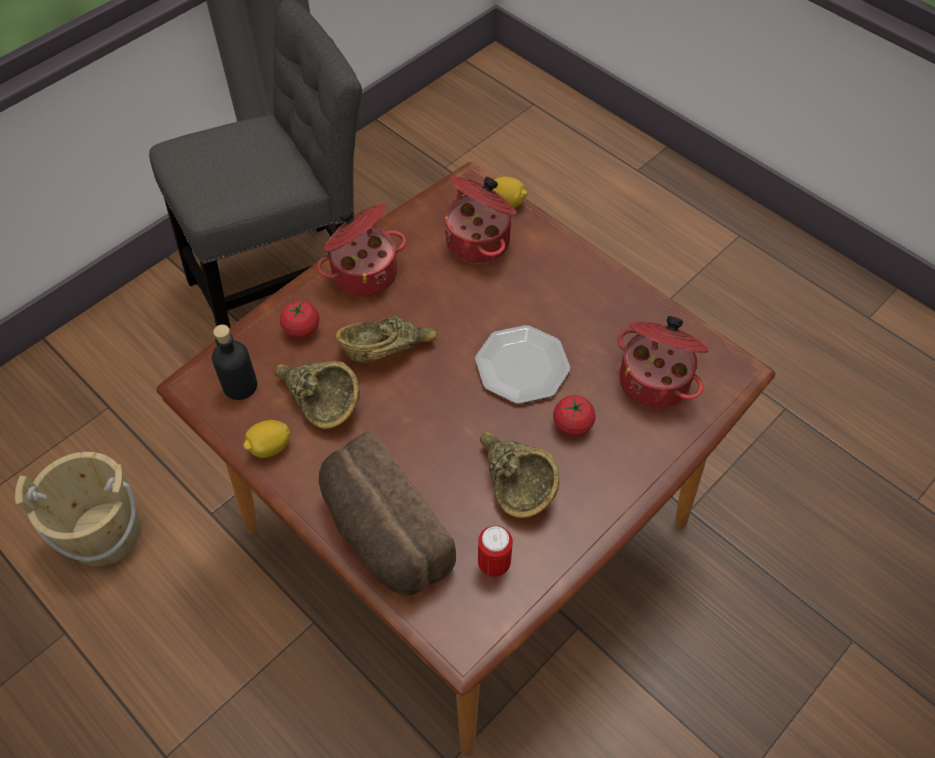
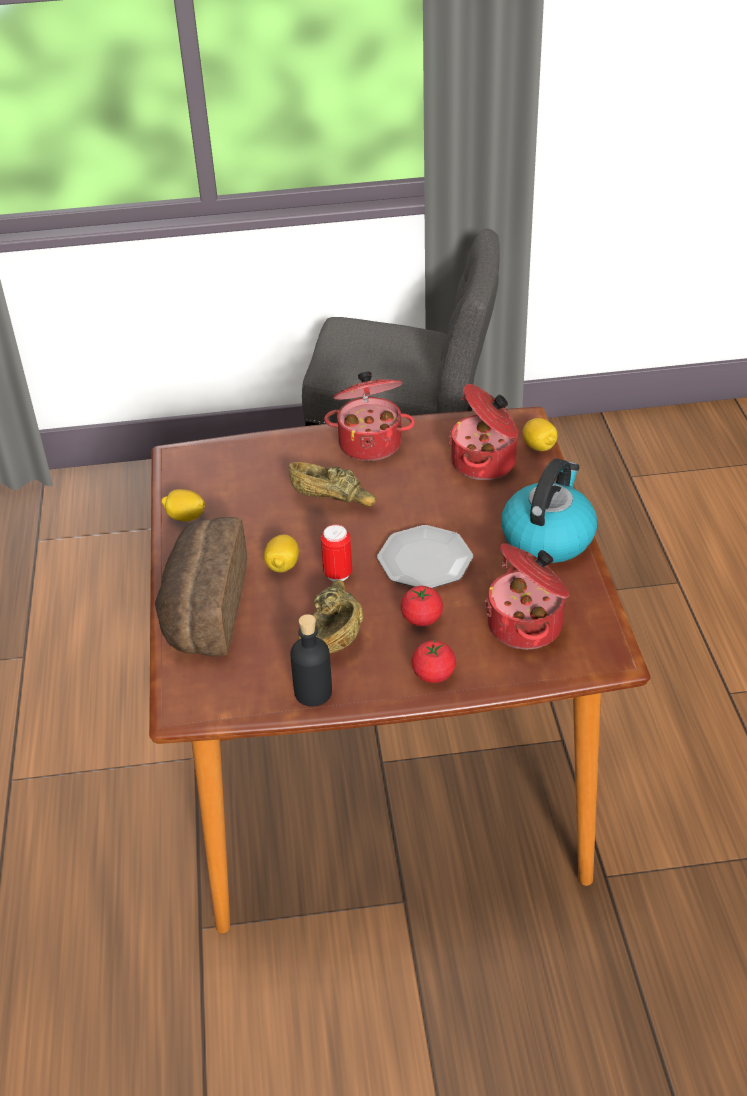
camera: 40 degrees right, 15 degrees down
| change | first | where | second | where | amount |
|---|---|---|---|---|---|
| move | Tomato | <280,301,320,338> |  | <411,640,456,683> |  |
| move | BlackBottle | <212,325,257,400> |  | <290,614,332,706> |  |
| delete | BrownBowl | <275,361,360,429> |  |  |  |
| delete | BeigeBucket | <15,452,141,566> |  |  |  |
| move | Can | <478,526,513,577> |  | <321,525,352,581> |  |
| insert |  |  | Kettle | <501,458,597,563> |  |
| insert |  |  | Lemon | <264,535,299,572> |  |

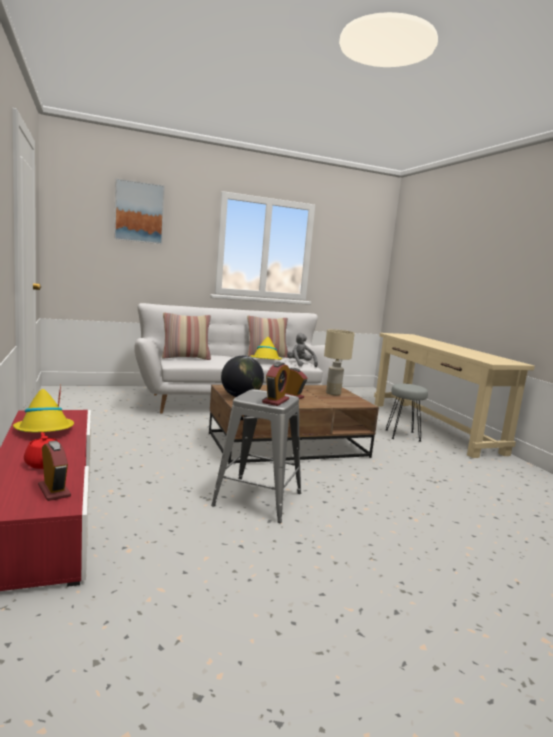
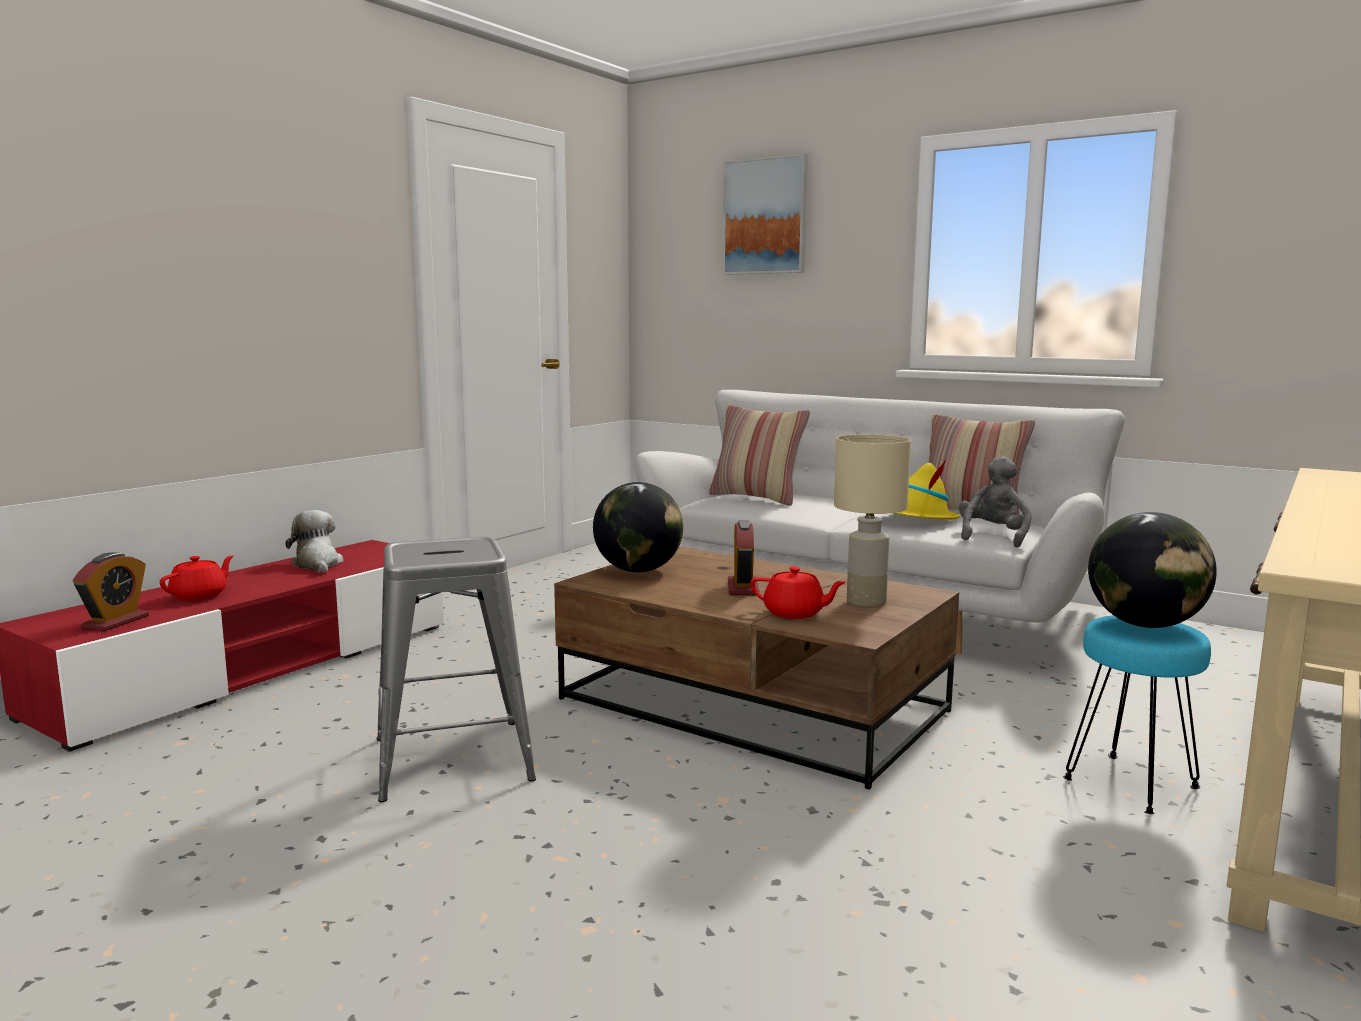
camera: 55 degrees right, 0 degrees up
| change | first | where | second | where | amount |
|---|---|---|---|---|---|
| delete | AlarmClock | <262,362,290,406> |  |  |  |
| recolor | GreyStool | <385,383,428,442> | TurquoiseStool | <1063,615,1211,814> |  |
| replace | YellowHat | <13,384,74,432> | PlushToy | <285,510,344,573> |  |
| insert |  |  | Globe | <1088,512,1217,628> |  |
| insert |  |  | RedTeapot | <750,567,846,619> |  |

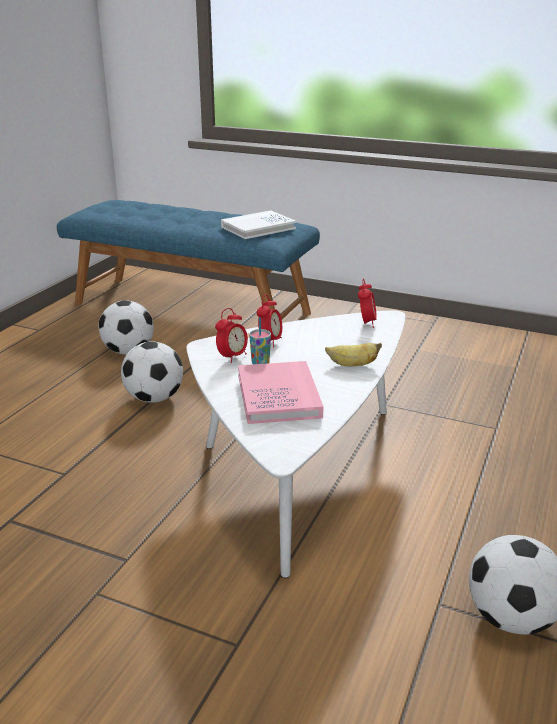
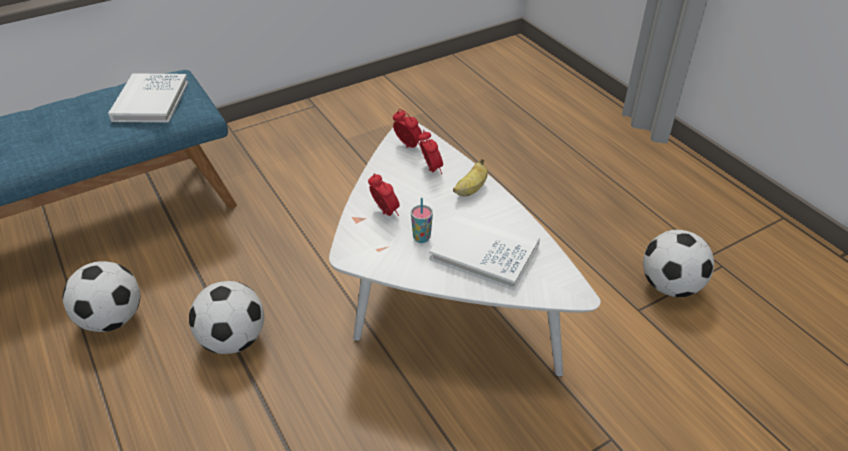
camera: 55 degrees left, 15 degrees up
| change | first | where | second | where | amount |
|---|---|---|---|---|---|
| move | AlarmClock | <215,308,248,363> |  | <418,130,443,174> |  |
| recolor | PinkBook | <238,361,324,424> | WhiteBook | <430,210,540,290> |  |

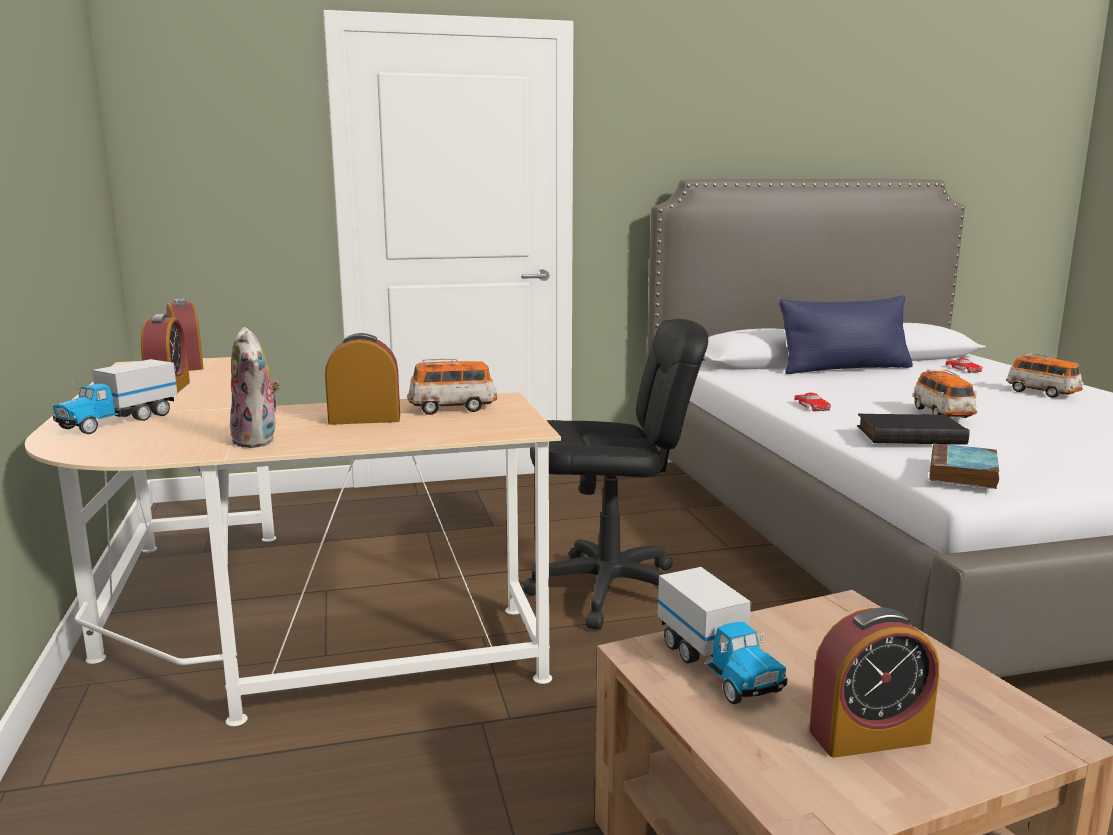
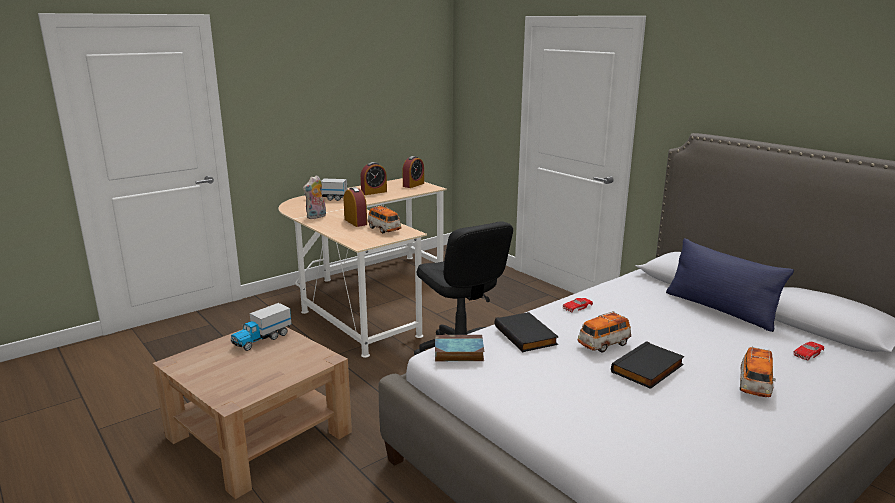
camera: 65 degrees right, 5 degrees up
| change | first | where | second | where | amount |
|---|---|---|---|---|---|
| delete | AlarmClock | <809,608,939,758> |  |  |  |
| insert |  |  | BlackBook | <611,341,685,389> |  |

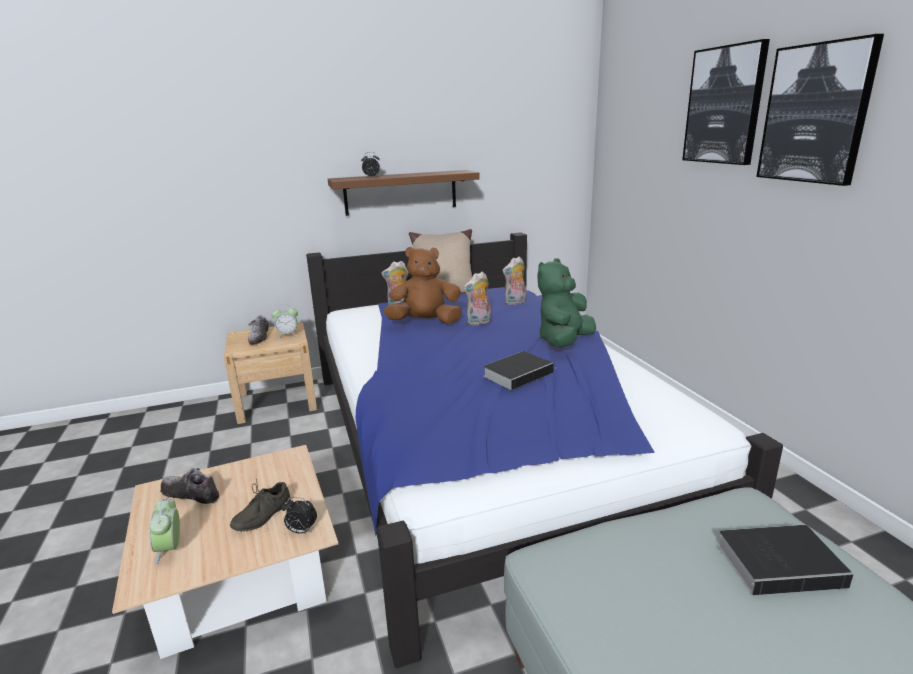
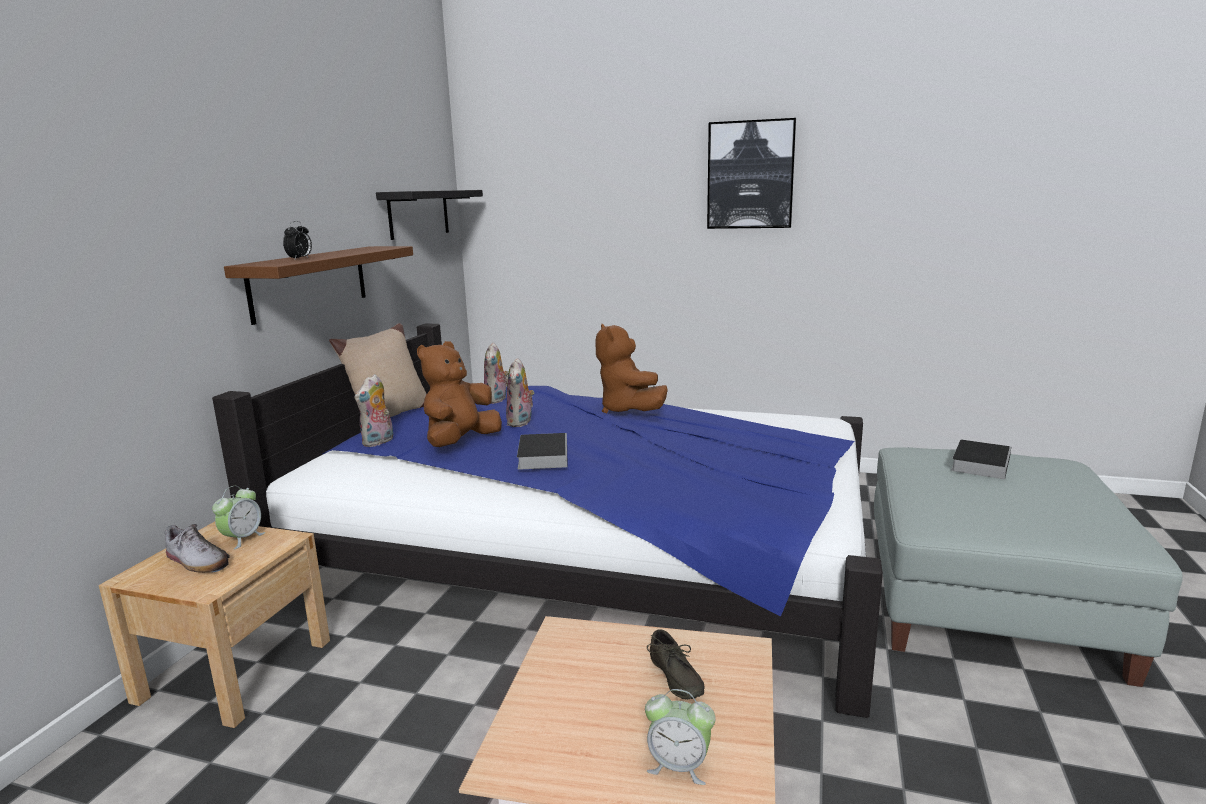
camera: 55 degrees left, 5 degrees down
| change | first | where | second | where | amount |
|---|---|---|---|---|---|
| delete | Picture | <682,39,770,165> |  |  |  |
| recolor | GreenPlushToy | <537,258,596,347> | BrownPlushToy | <595,324,668,413> |  |
| move | Book | <483,351,558,390> |  | <517,433,568,470> |  |
| delete | Shoe | <160,468,220,504> |  |  |  |
| delete | AlarmClock | <282,497,317,534> |  |  |  |
| insert |  |  | BlackShelf | <376,190,483,240> |  |

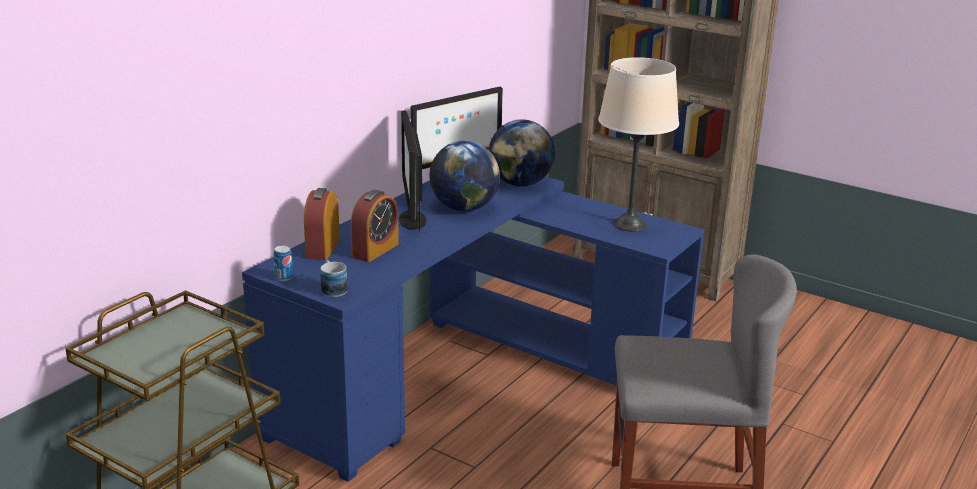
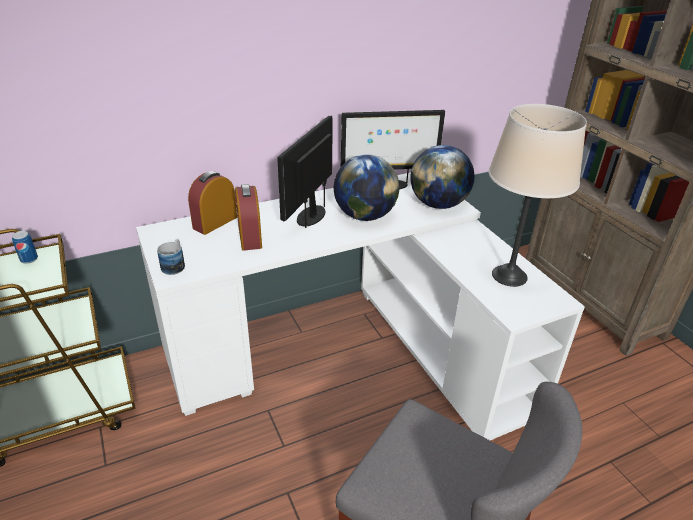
camera: 30 degrees right, 10 degrees up
| change | first | where | second | where | amount |
|---|---|---|---|---|---|
| recolor | BlueDesk | <242,177,704,482> | WhiteDesk | <136,173,585,440> |  |
| rotate | AlarmClock | <351,190,399,262> |  | <235,184,262,251> | 105 degrees clockwise |
| move | Can | <274,245,293,281> |  | <12,231,38,264> |  |

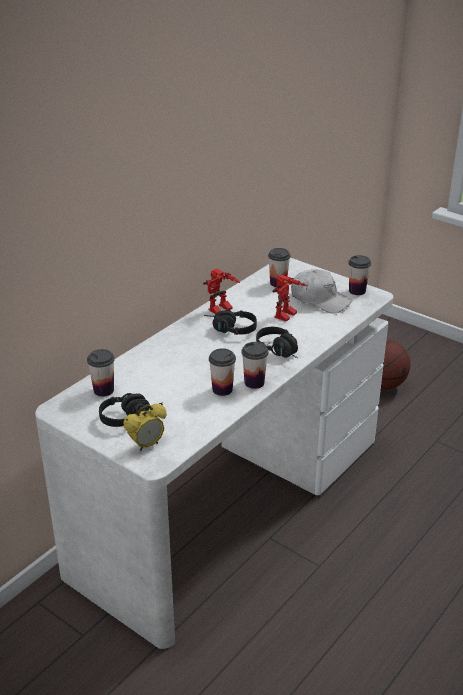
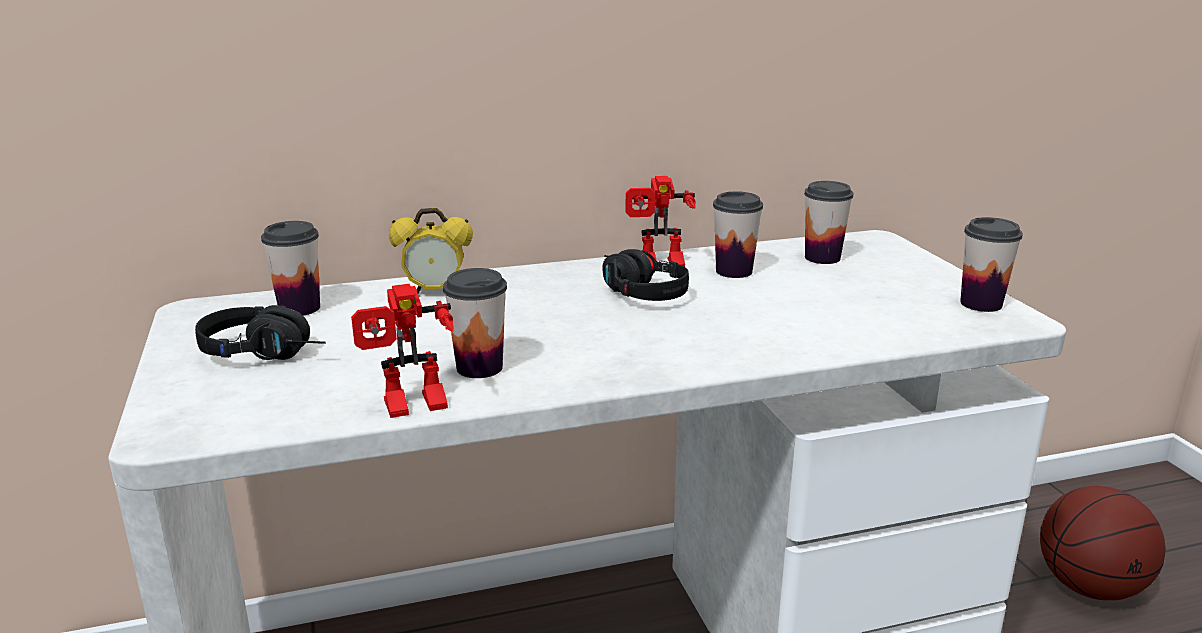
camera: 35 degrees right, 10 degrees down
| change | first | where | second | where | amount |
|---|---|---|---|---|---|
| delete | WhiteCap | <291,269,352,314> |  |  |  |
| move | ToyRobot | <272,275,307,322> |  | <351,284,454,418> |  |
| delete | BlackHeadphones | <256,327,298,358> |  |  |  |
| move | Cup | <242,342,268,389> |  | <713,191,763,278> |  |
| move | AlarmClock | <123,404,166,451> |  | <389,208,473,294> |  |

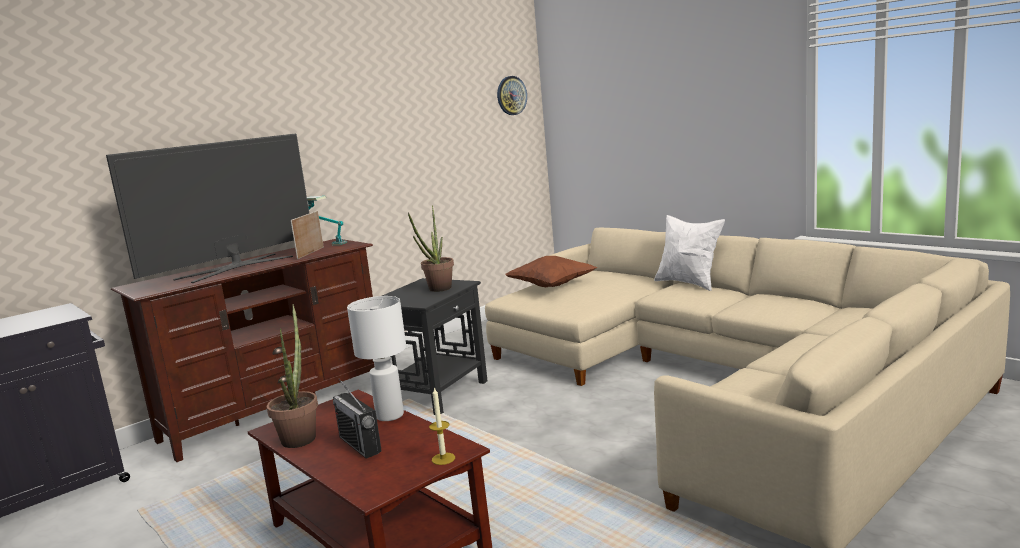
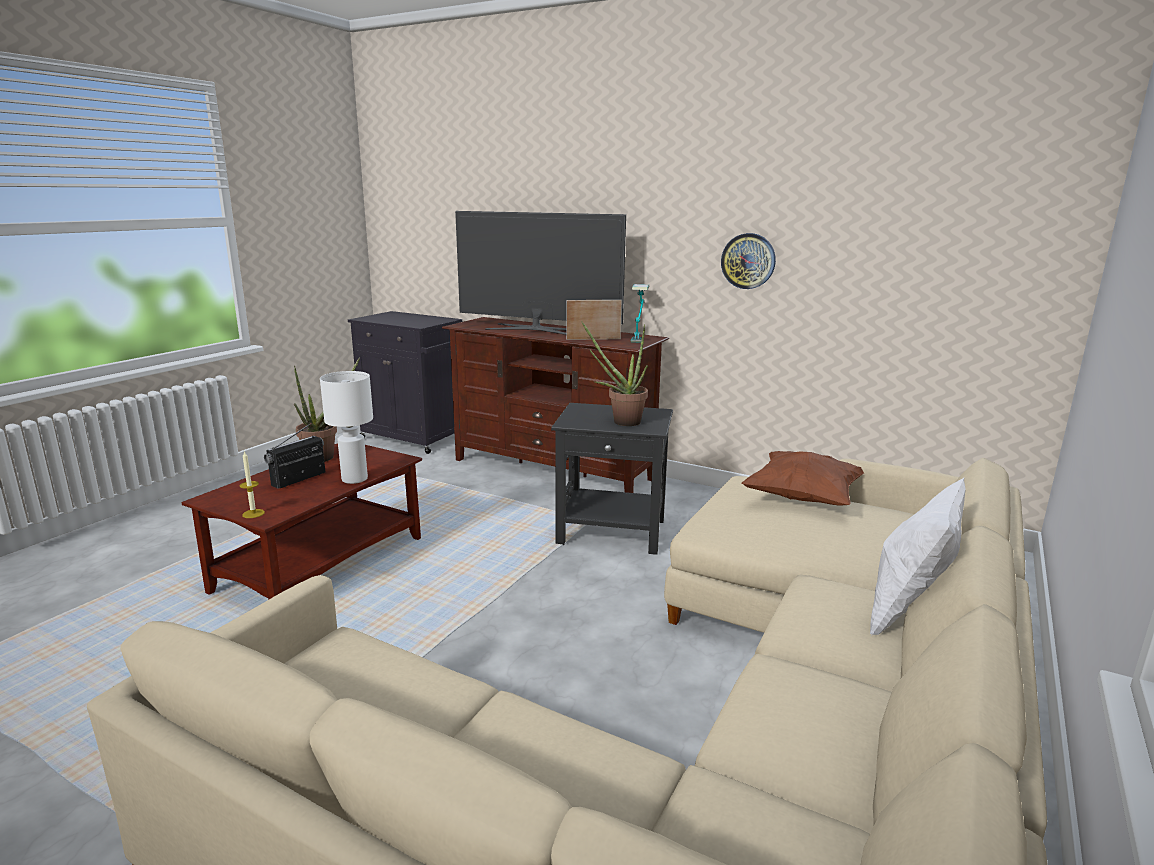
camera: 70 degrees right, 5 degrees up
| change | first | where | second | where | amount |
|---|---|---|---|---|---|
| move | WallClock | <497,76,527,115> |  | <721,233,776,289> |  |

